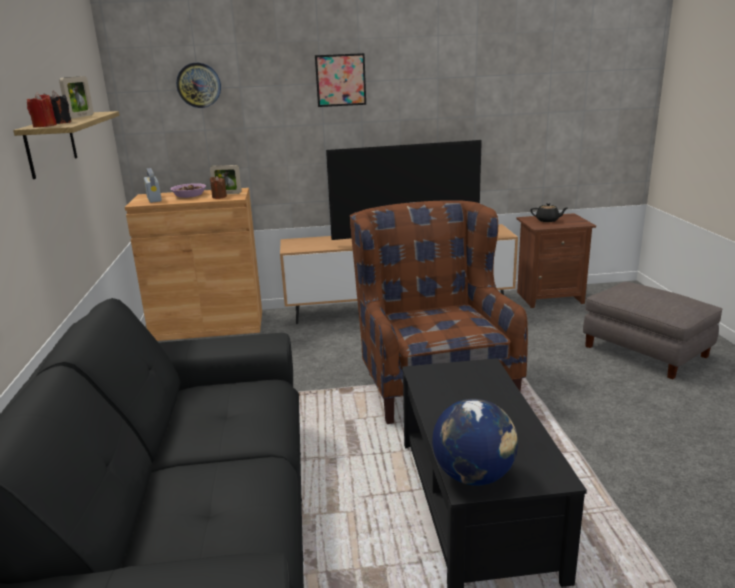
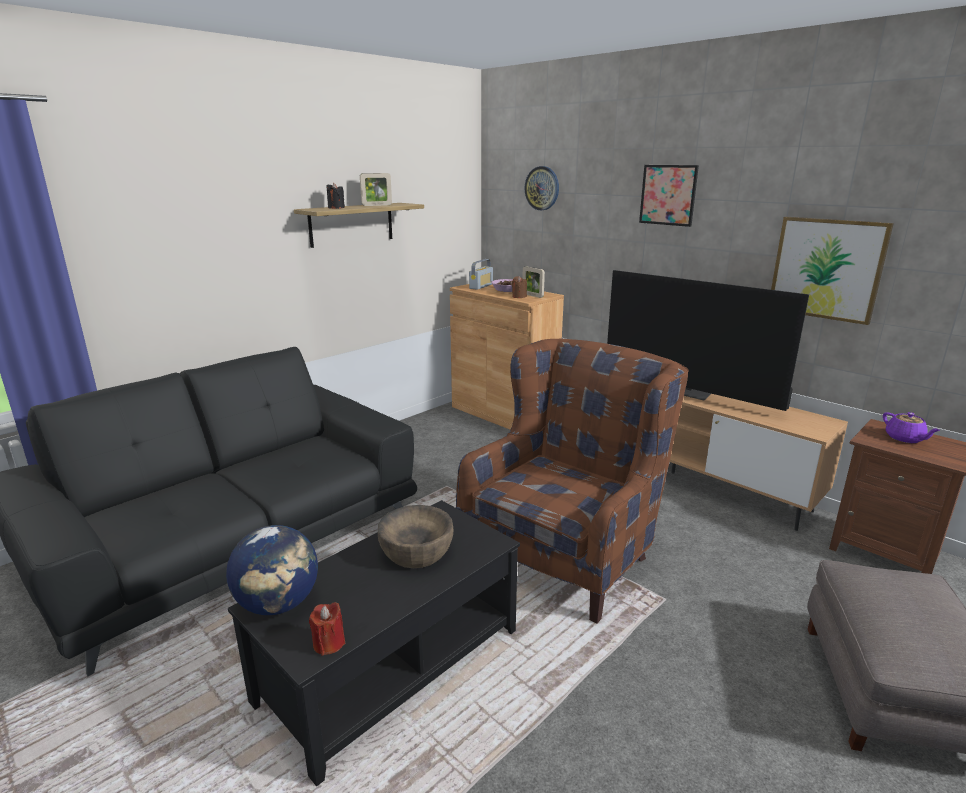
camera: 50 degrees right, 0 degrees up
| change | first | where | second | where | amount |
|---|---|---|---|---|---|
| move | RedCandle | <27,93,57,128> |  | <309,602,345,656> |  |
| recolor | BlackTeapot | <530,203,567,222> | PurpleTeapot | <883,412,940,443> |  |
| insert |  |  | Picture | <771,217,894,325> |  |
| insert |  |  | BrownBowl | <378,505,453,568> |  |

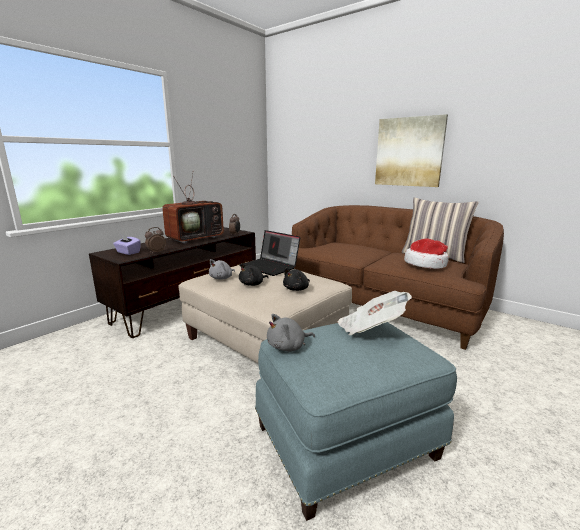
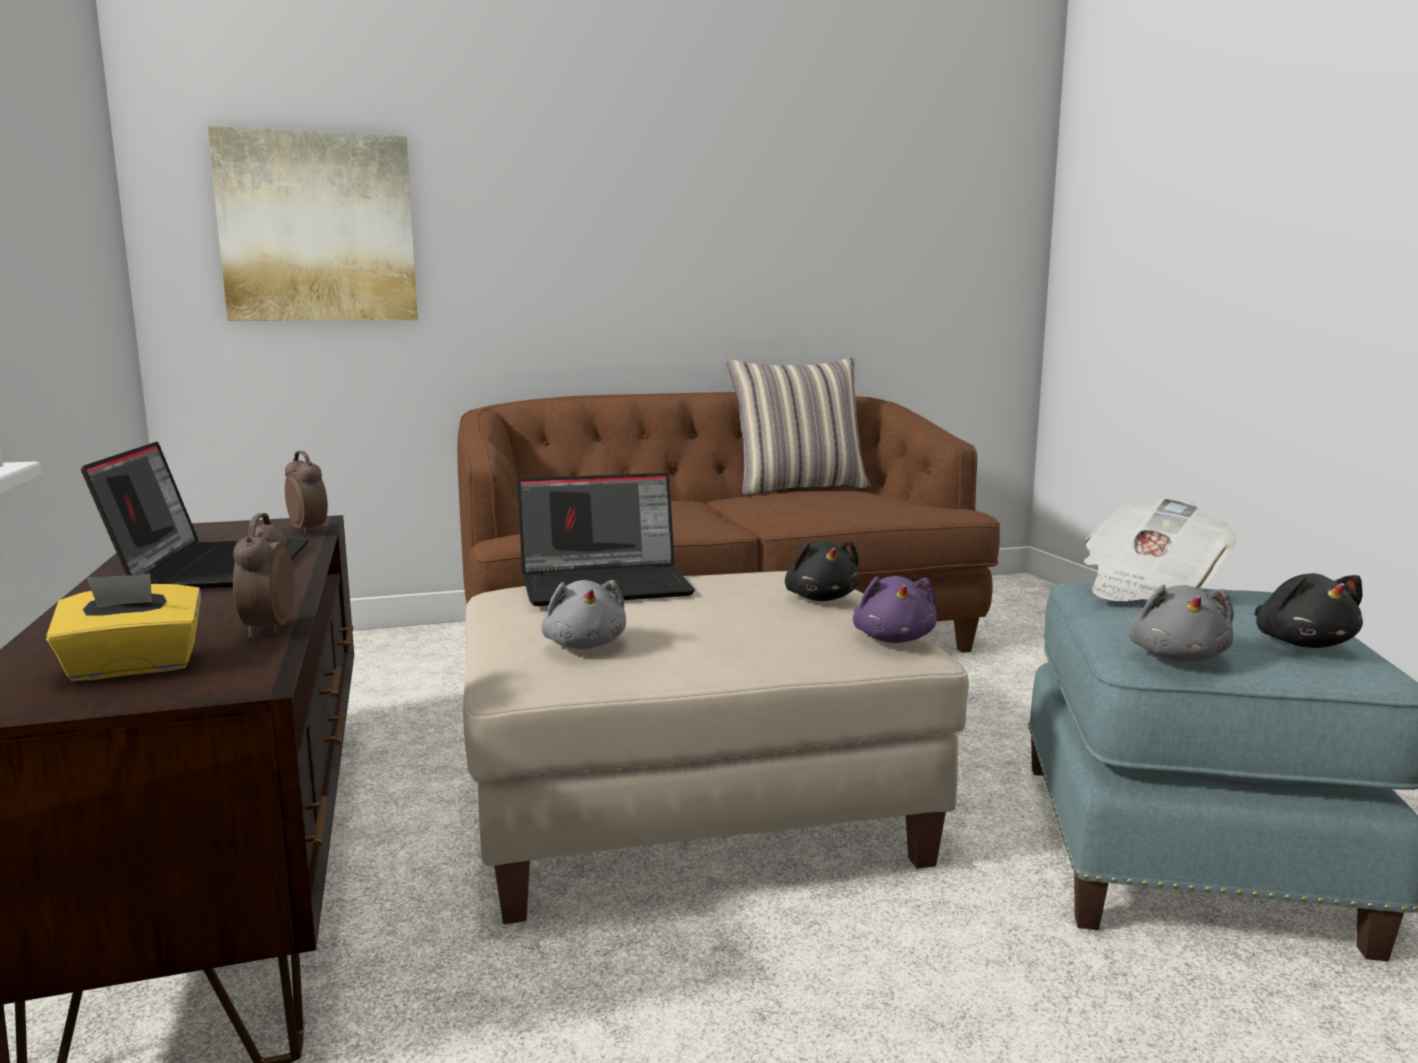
camera: 55 degrees left, 5 degrees down
| change | first | where | second | where | amount |
|---|---|---|---|---|---|
| move | Picture | <375,114,448,187> |  | <208,126,418,321> |  |
| replace | Television | <162,174,224,244> | Laptop | <81,442,309,589> |  |
| recolor | PurpleTissueBox | <113,234,141,255> | YellowTissueBox | <46,573,201,681> |  |
| delete | Hat | <404,238,448,269> |  |  |  |
| move | BlackPlushToy | <239,263,269,286> |  | <1255,573,1363,648> |  |
| insert |  |  | PurplePlushToy | <853,576,937,643> |  |

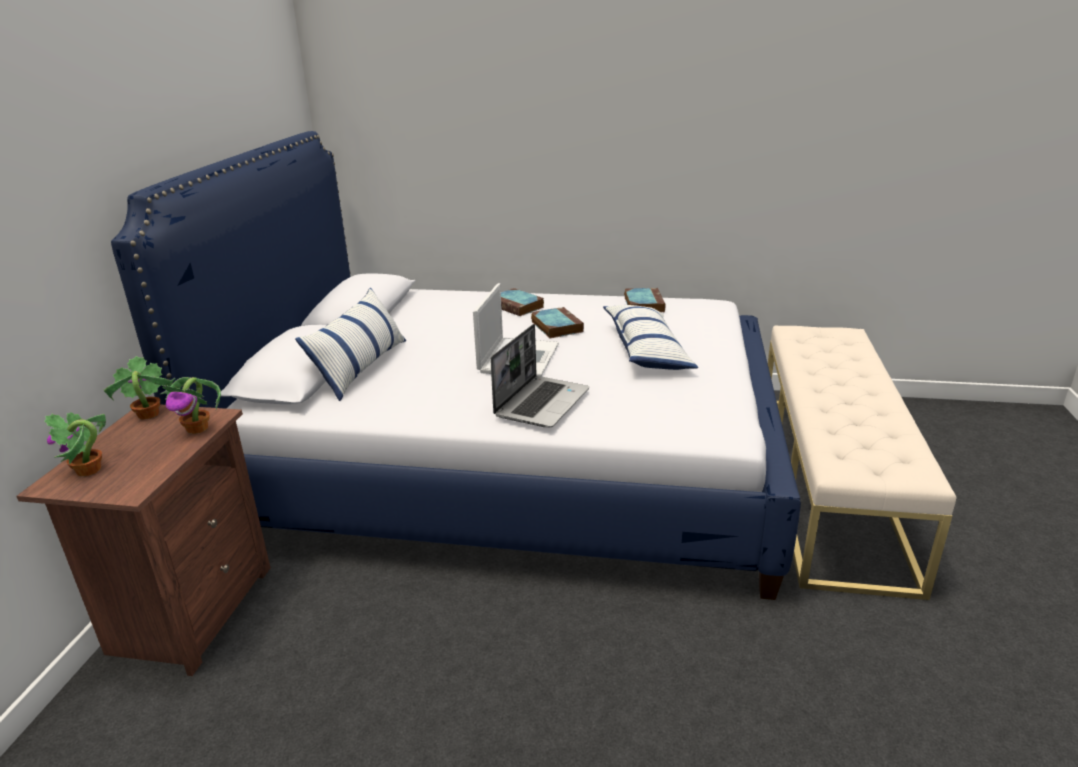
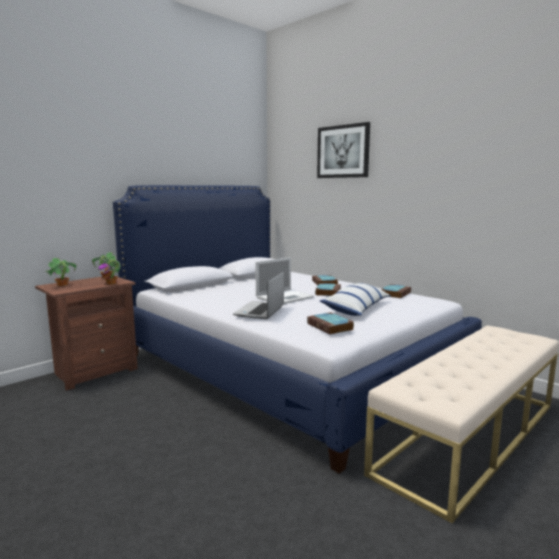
camera: 35 degrees right, 15 degrees down
| change | first | where | second | where | amount |
|---|---|---|---|---|---|
| delete | Pillow | <295,288,406,401> |  |  |  |
| rotate | Laptop | <490,324,589,427> |  | <233,271,284,319> | 135 degrees clockwise |
| insert |  |  | Picture | <317,122,370,178> |  |
| insert |  |  | Book | <307,312,354,335> |  |

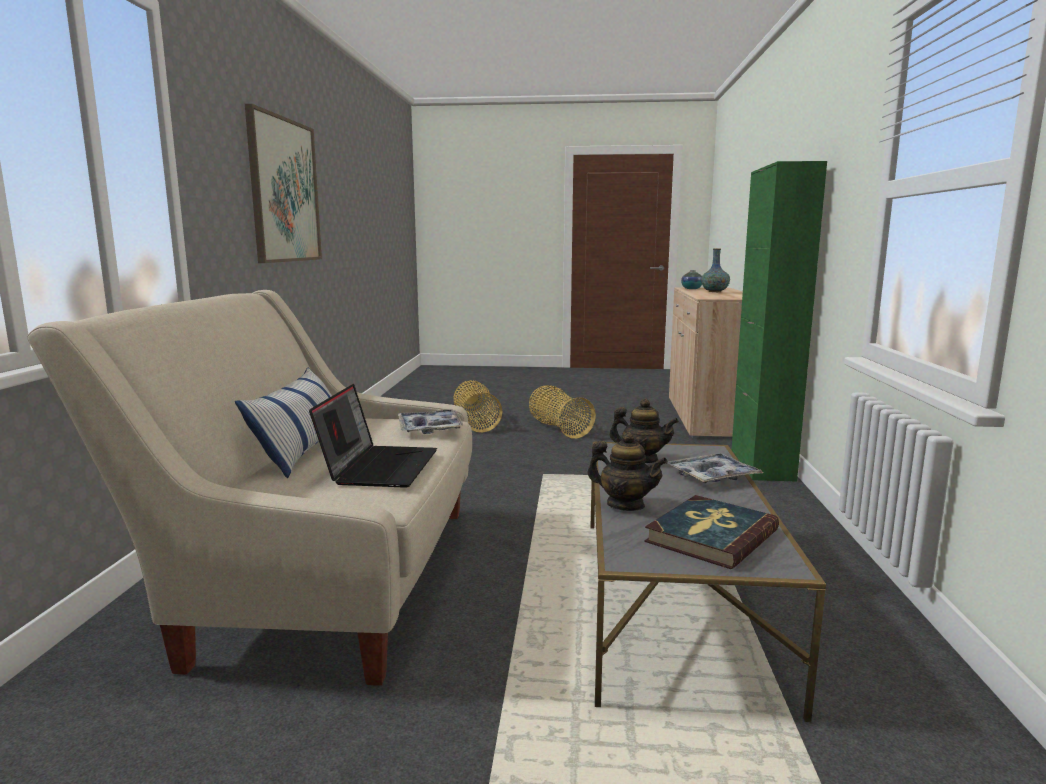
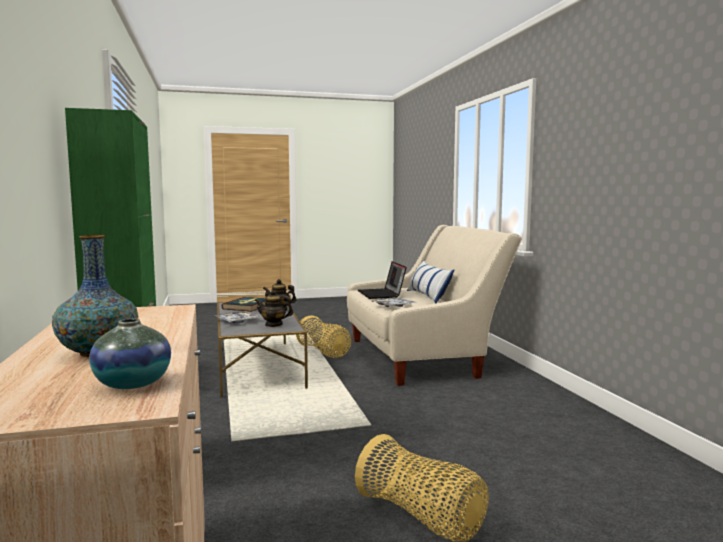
camera: 160 degrees right, 5 degrees down
| change | first | where | second | where | amount |
|---|---|---|---|---|---|
| delete | Picture | <245,104,322,263> |  |  |  |
| move | Basket | <453,380,503,433> |  | <296,316,351,358> |  |

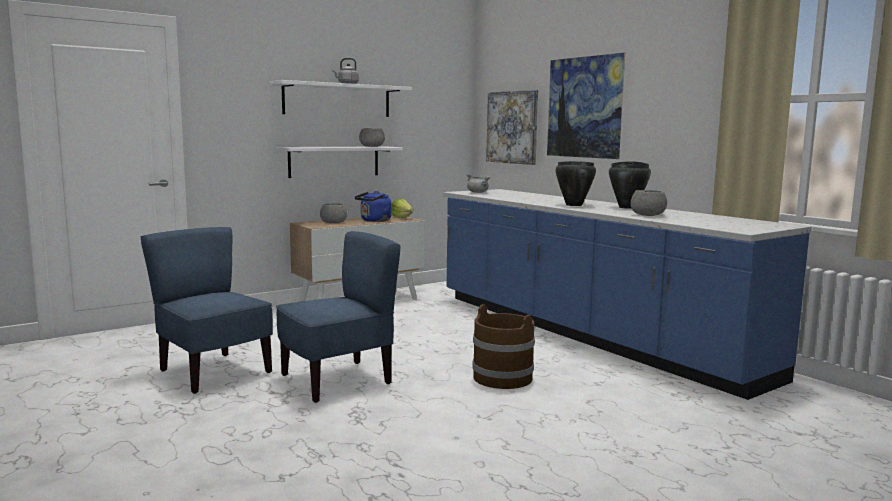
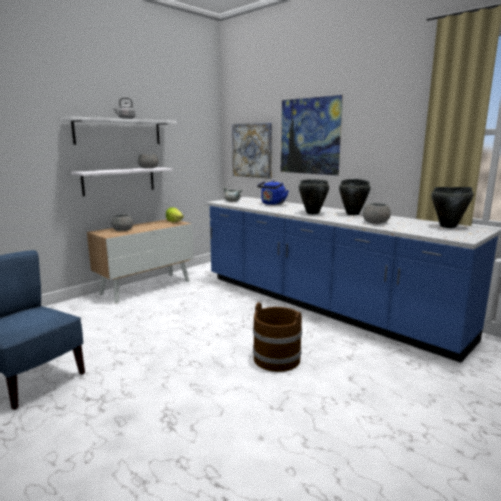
camera: 10 degrees left, 5 degrees up
| change | first | where | second | where | amount |
|---|---|---|---|---|---|
| move | BlueKettle | <355,191,392,222> |  | <257,180,289,205> |  |
| delete | BlueChair | <276,231,401,403> |  |  |  |
| insert |  |  | BlackCookingPot | <431,187,474,228> |  |

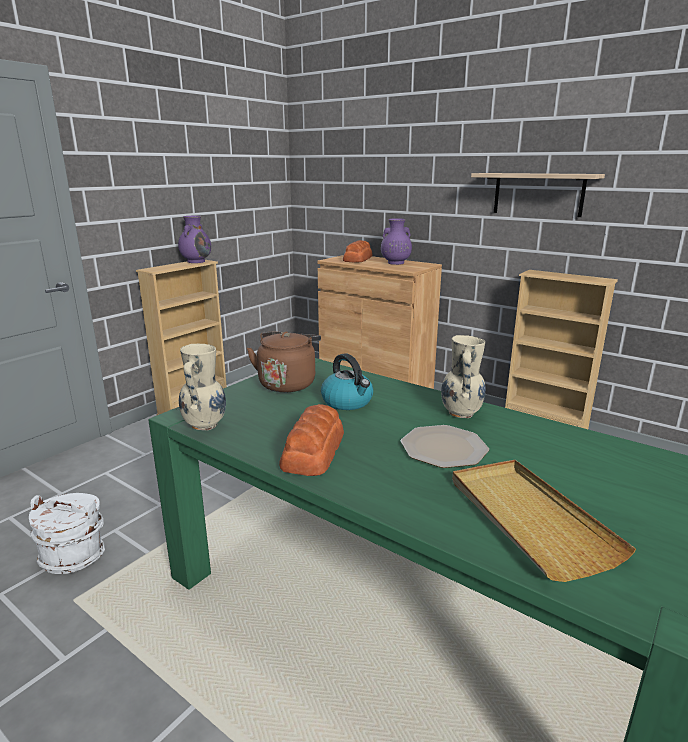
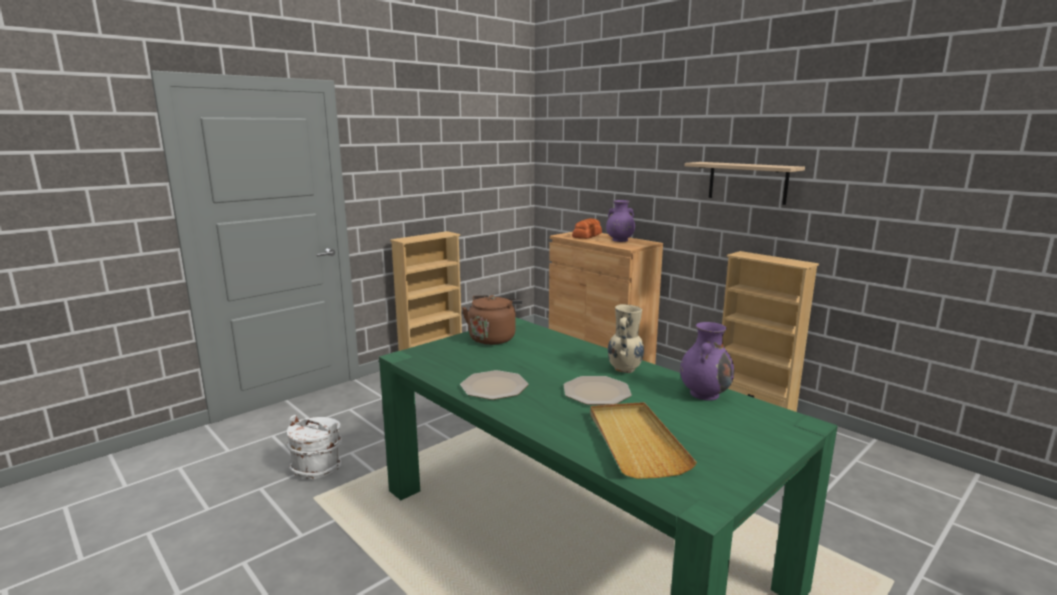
camera: 10 degrees right, 5 degrees down
| change | first | where | second | where | amount |
|---|---|---|---|---|---|
| move | PurpleVase | <178,216,211,263> |  | <680,322,734,401> |  |
| delete | BeigeVase | <179,344,226,430> |  |  |  |
| delete | Kettle | <321,353,373,410> |  |  |  |
| replace | Bread | <279,404,344,476> | Plate | <460,370,528,400> |  |

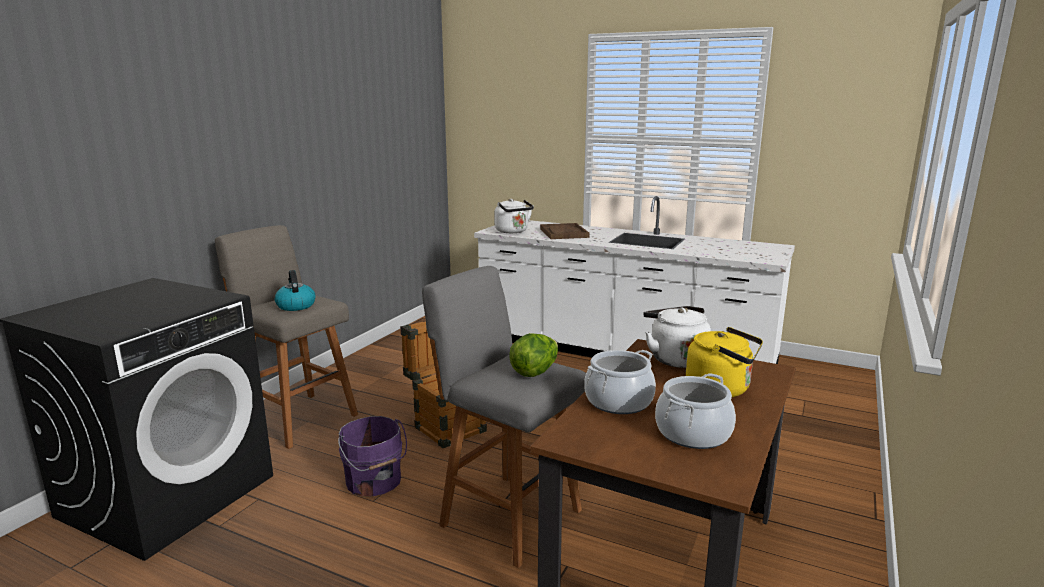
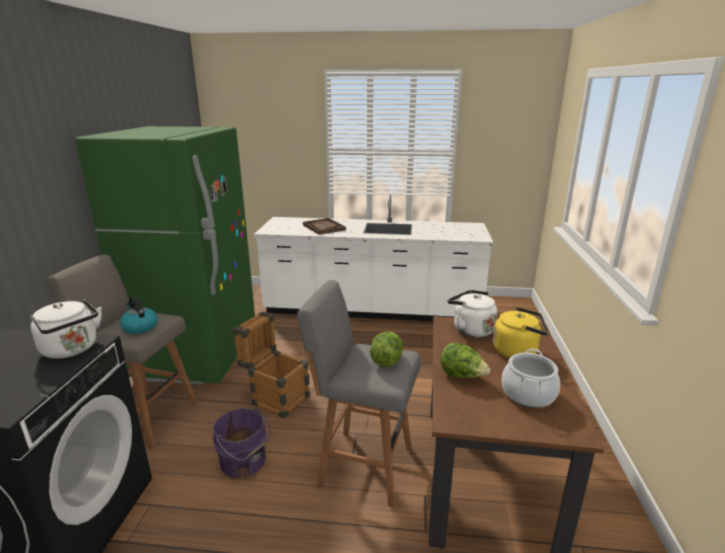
camera: 20 degrees left, 5 degrees up
| change | first | where | second | where | amount |
|---|---|---|---|---|---|
| move | WhiteKettle | <494,199,534,233> |  | <31,299,102,359> |  |
| replace | CookingPot | <584,350,656,414> | Lettuce | <441,342,490,378> |  |
| insert |  |  | GreenFridge | <75,126,255,385> |  |

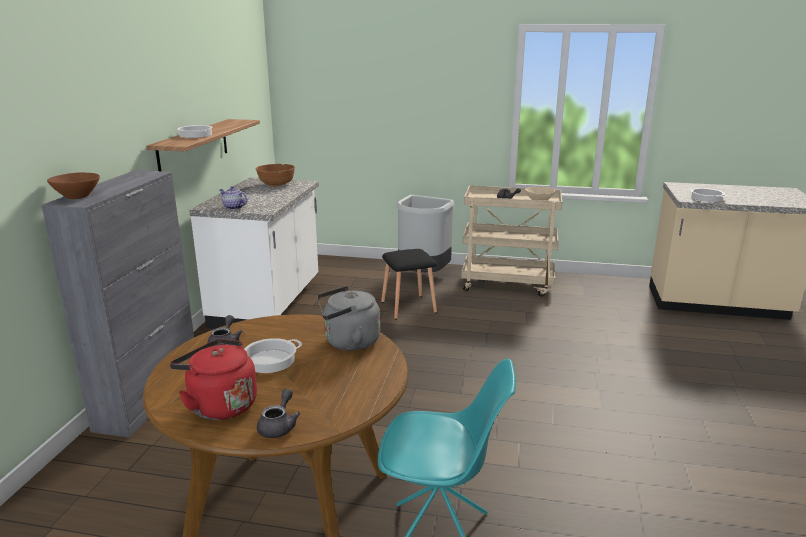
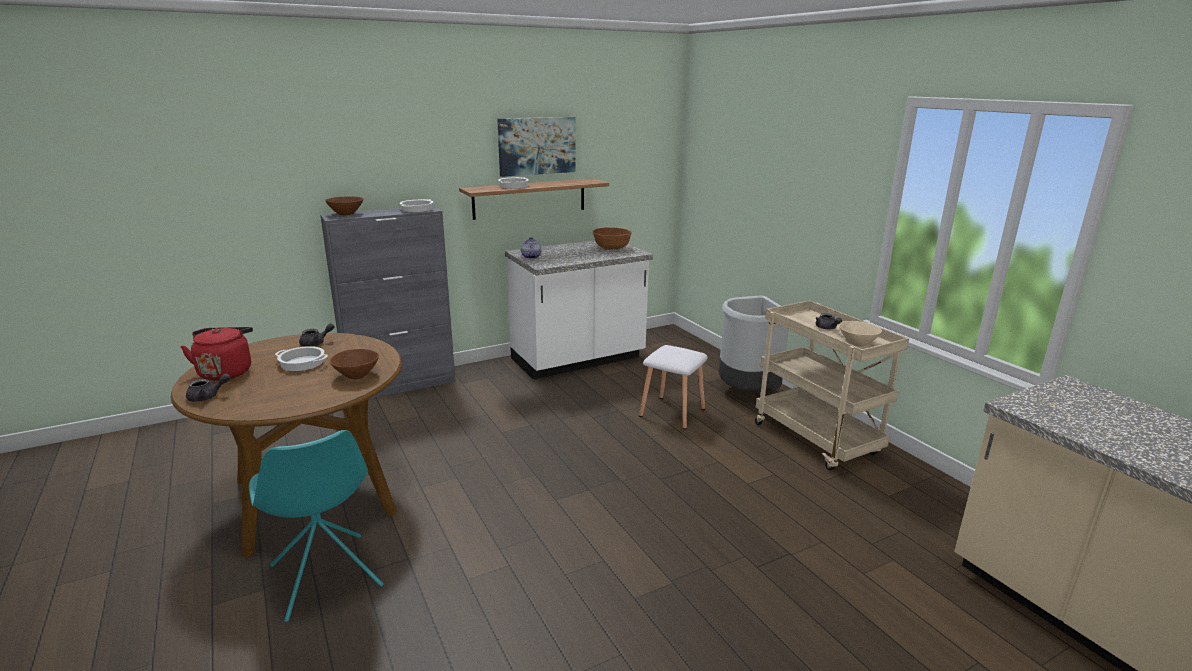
camera: 50 degrees right, 0 degrees up
| change | first | where | second | where | amount |
|---|---|---|---|---|---|
| move | CookingPot | <688,188,728,202> |  | <400,199,433,212> |  |
| recolor | BlackStool | <381,249,437,320> | WhiteStool | <639,345,708,429> |  |
| replace | GreyKettle | <317,286,380,351> | BrownBowl | <330,349,379,379> |  |
| insert |  |  | Picture | <497,117,576,177> |  |

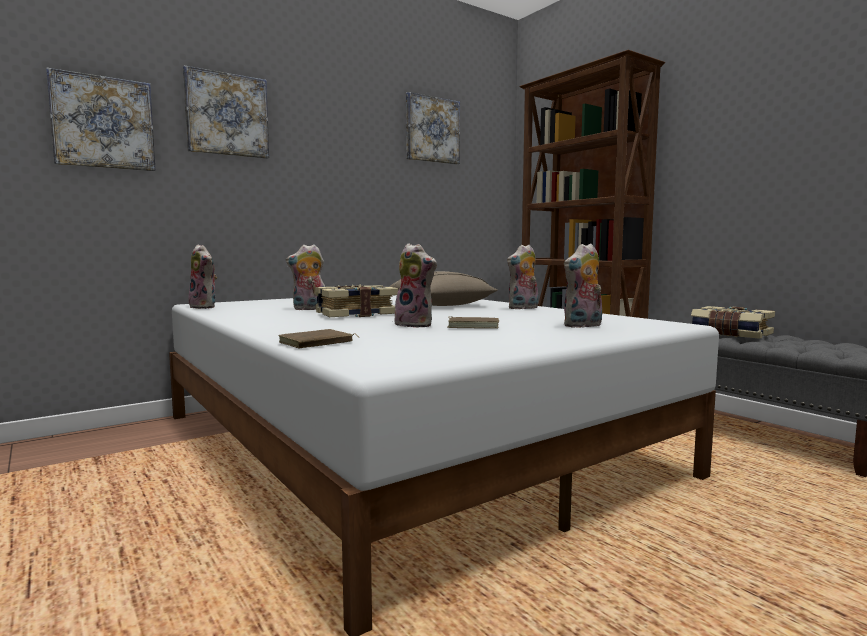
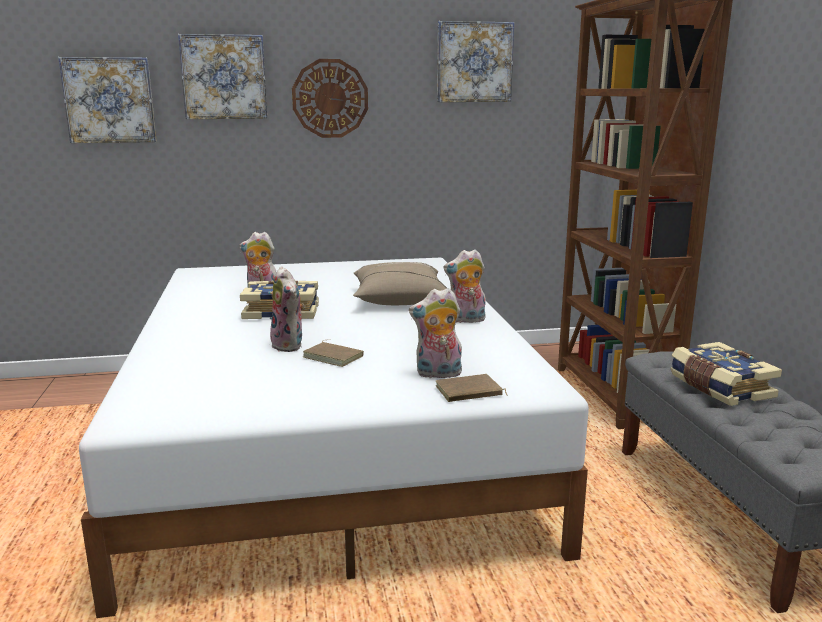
camera: 25 degrees right, 10 degrees up
| change | first | where | second | where | amount |
|---|---|---|---|---|---|
| delete | PlushToy | <188,244,217,309> |  |  |  |
| move | BrownBook | <278,329,360,348> |  | <436,374,508,402> |  |
| insert |  |  | WallClock | <292,59,368,138> |  |

